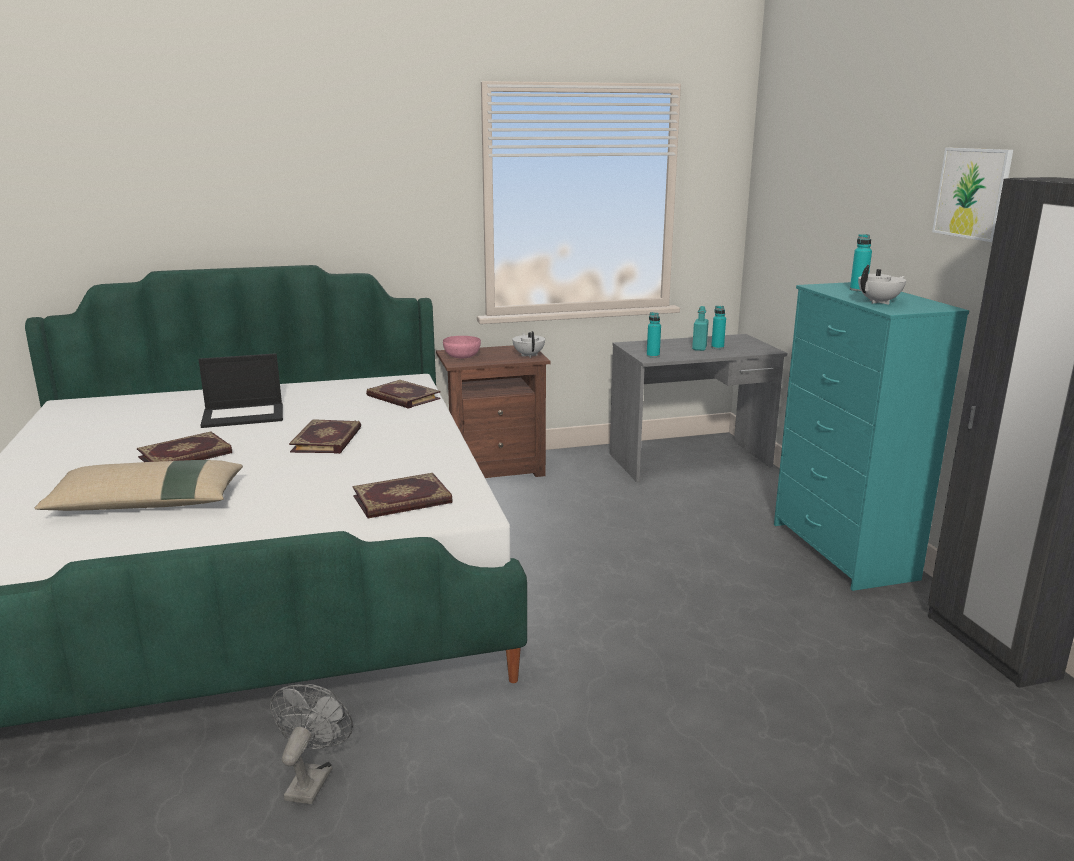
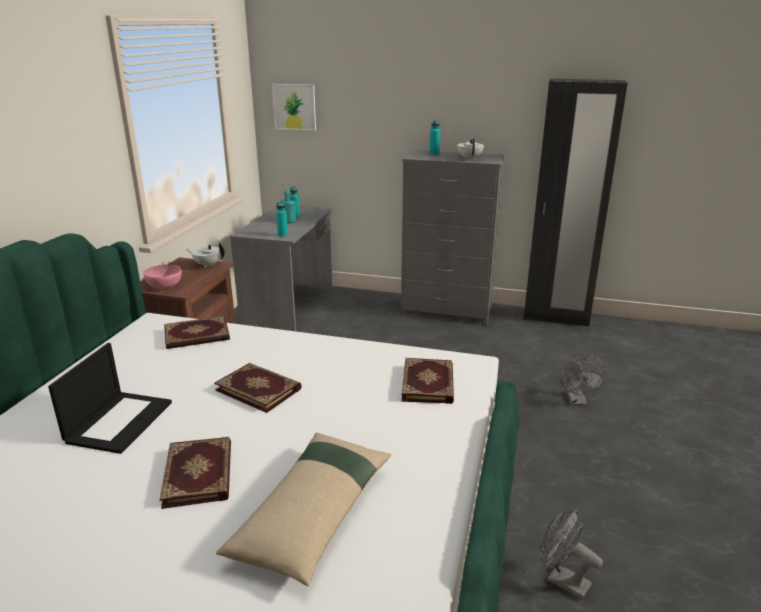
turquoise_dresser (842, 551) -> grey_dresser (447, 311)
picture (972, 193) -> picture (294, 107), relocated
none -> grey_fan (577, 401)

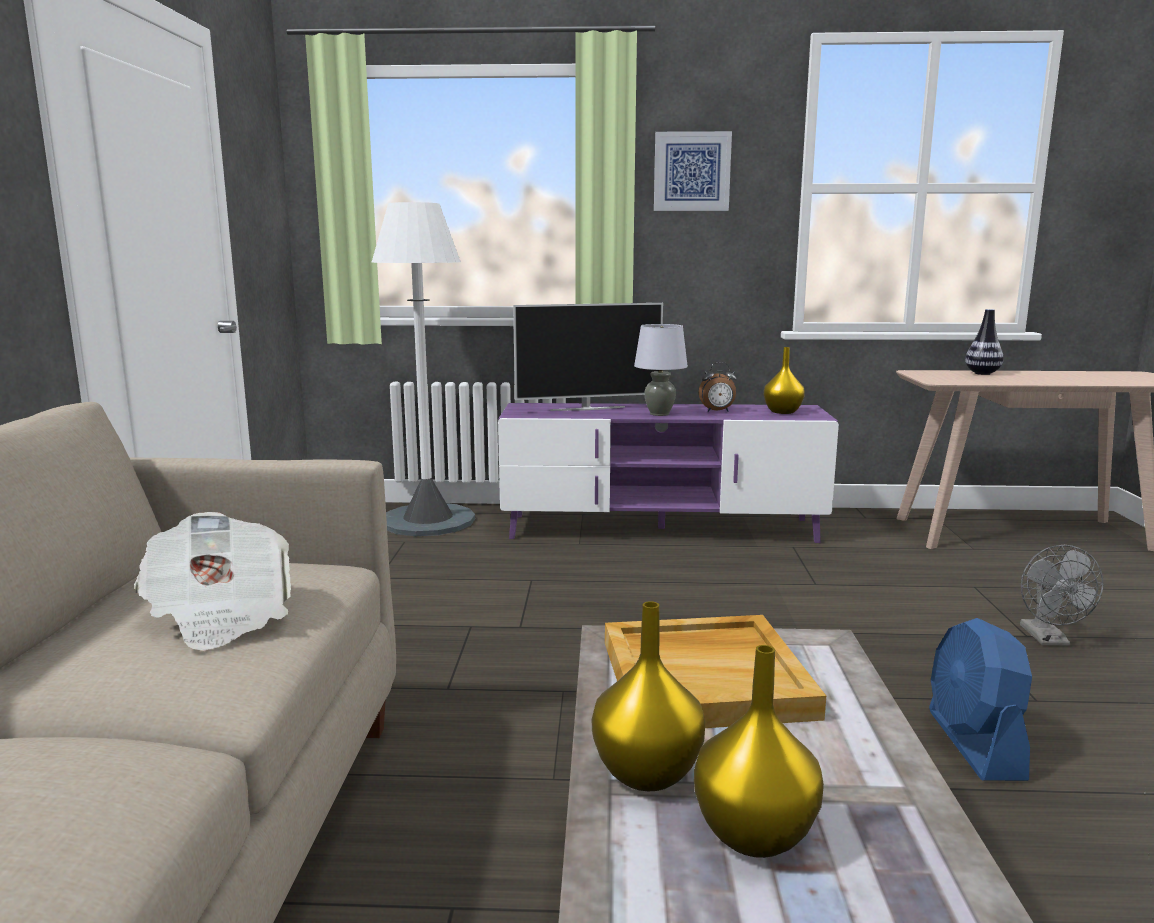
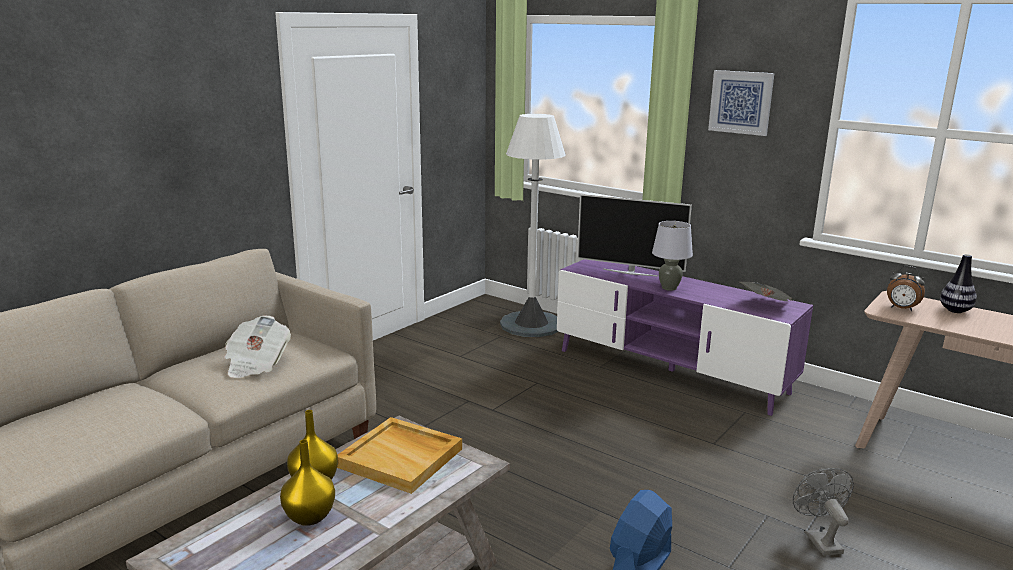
alarm_clock (717, 411) -> alarm_clock (901, 309), relocated
yellow_vase (782, 411) -> newspaper (766, 305)
grey_fan (1048, 639) -> grey_fan (819, 539), 135 degrees clockwise

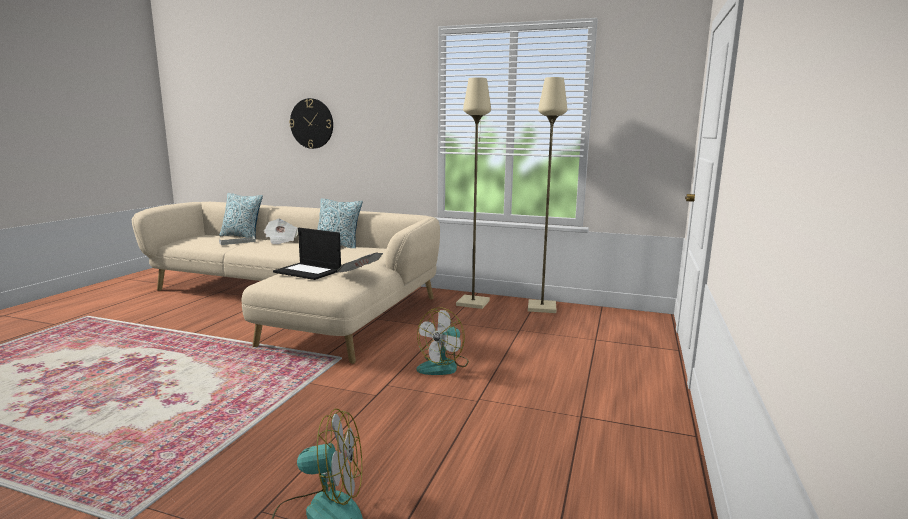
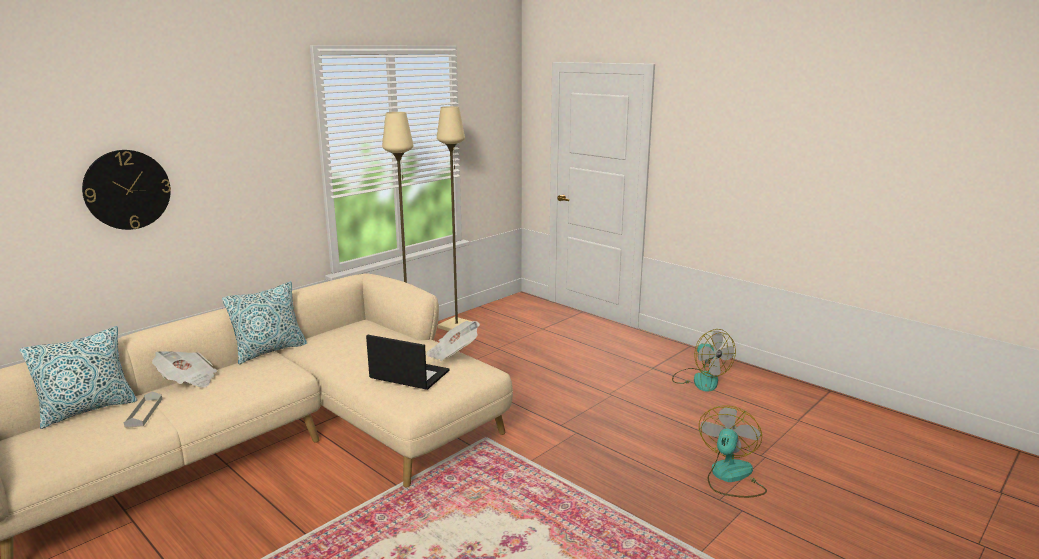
laptop (308, 271) -> laptop (408, 375), 120 degrees counterclockwise
fan (444, 366) -> fan (700, 379), relocated

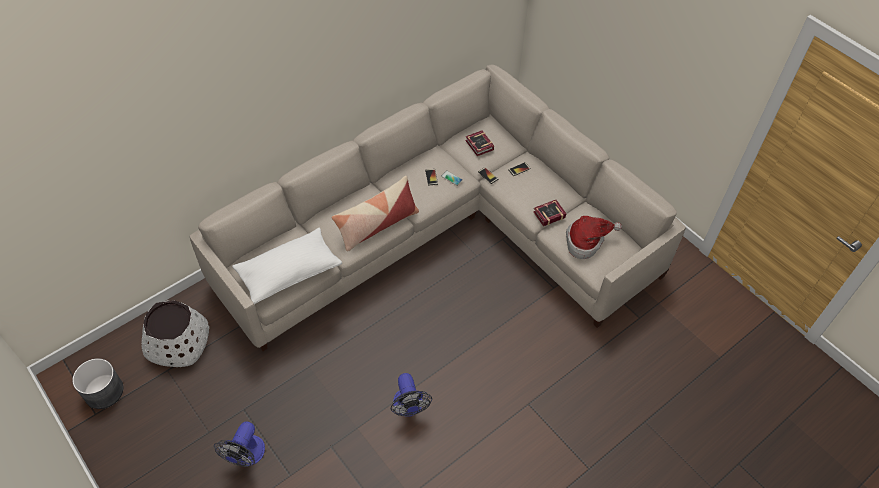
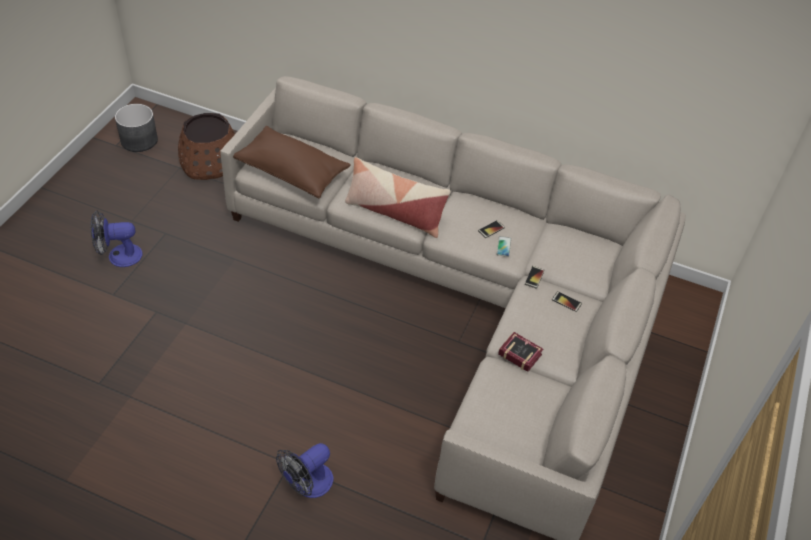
white_planter (178, 342) -> brown_planter (211, 162)
white_pillow (289, 273) -> brown_pillow (292, 172)
fan (409, 408) -> fan (307, 485), relocated
book (479, 146) -> none
hat (586, 241) -> none

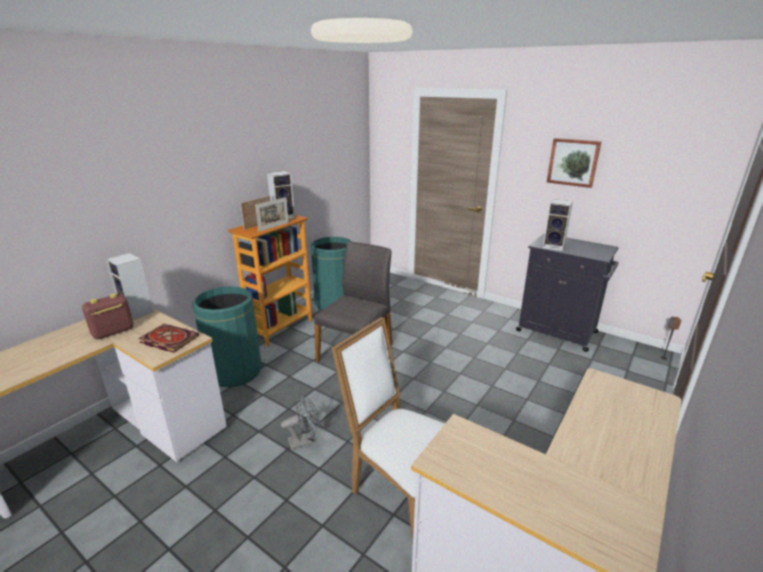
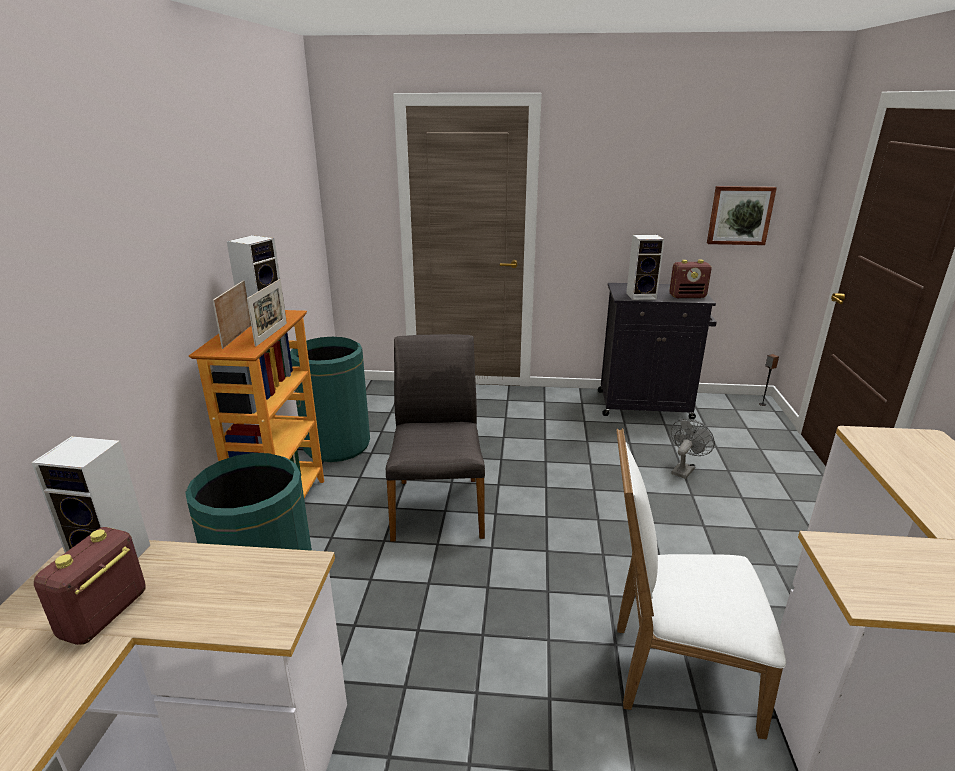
book (167, 340) -> none
grey_fan (305, 440) -> grey_fan (684, 469), relocated
picture (573, 162) -> picture (739, 215), relocated
none -> radio (687, 296)

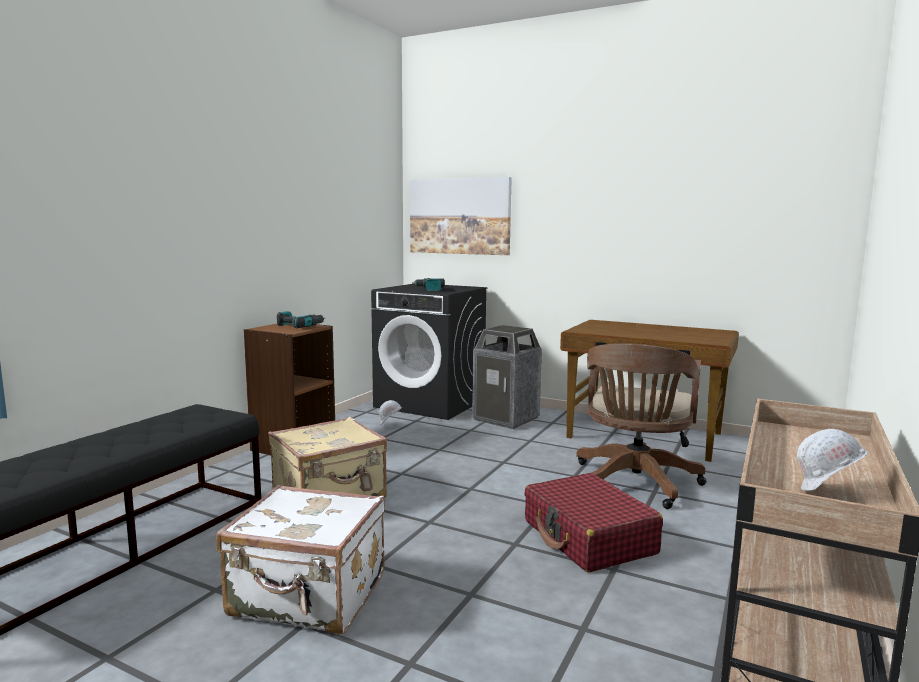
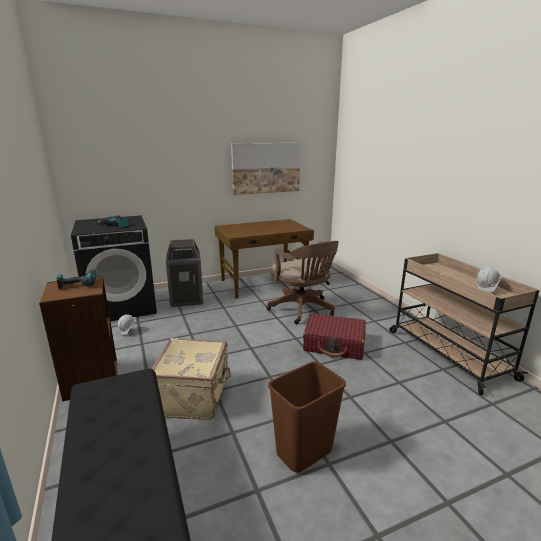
white_suitcase (308, 597) -> brown_trash_can (304, 451)
picture (459, 216) -> picture (266, 168), relocated

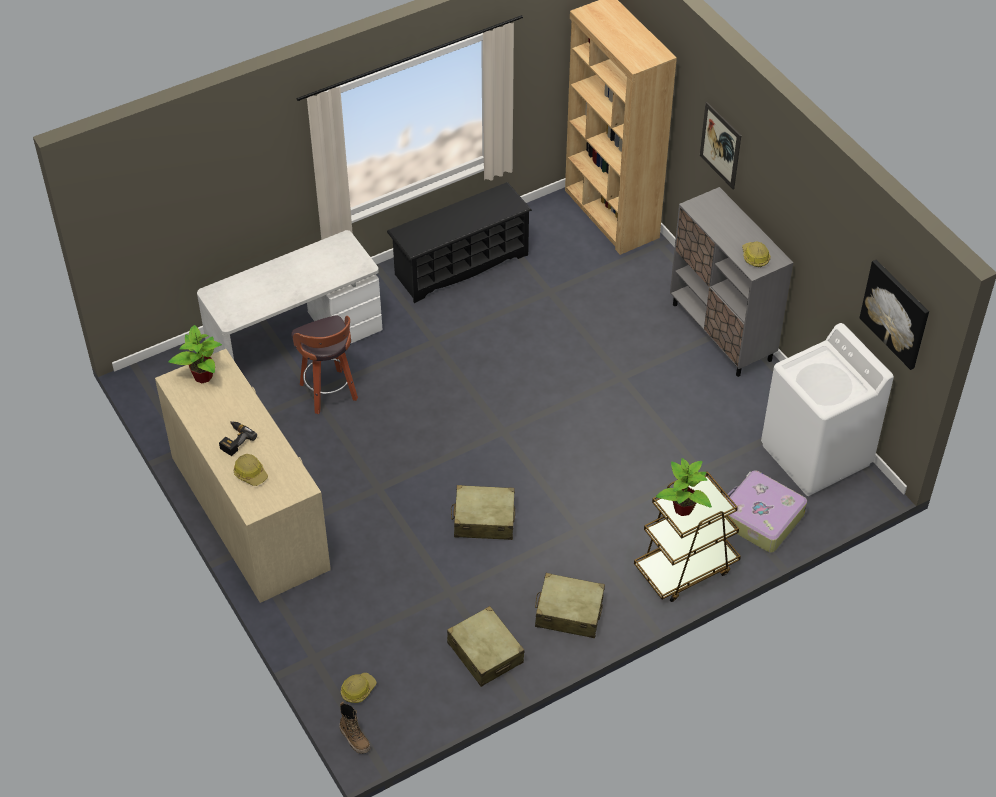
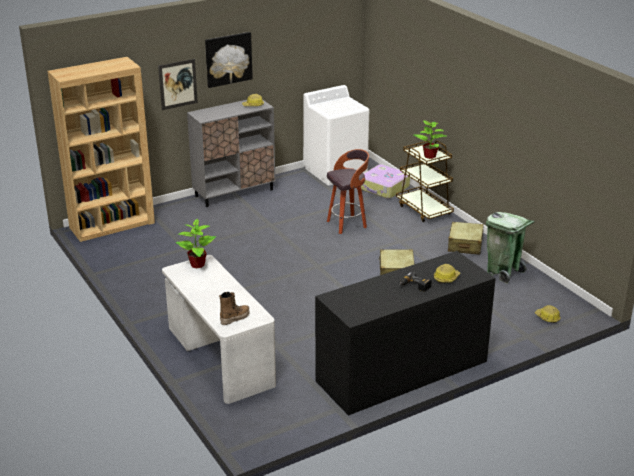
beige_dresser (249, 512) -> black_dresser (402, 371)
potted_plant (202, 376) -> potted_plant (197, 265), relocated
stool (329, 393) -> stool (347, 224), relocated
boot (355, 739) -> boot (235, 318), relocated
black_shoe_rack (461, 264) -> none
beige_suitcase (485, 653) -> green_trash_can (503, 272)
picture (895, 313) -> picture (228, 59), relocated

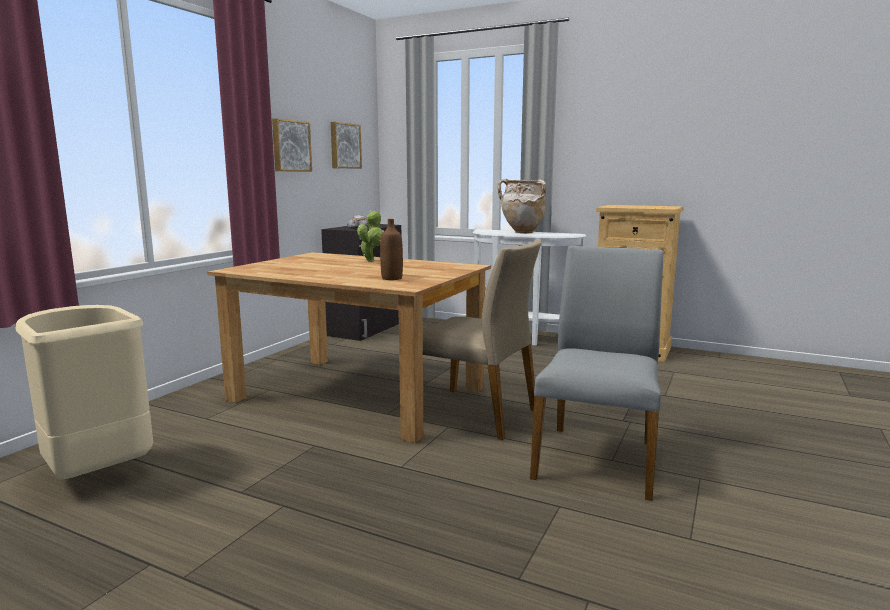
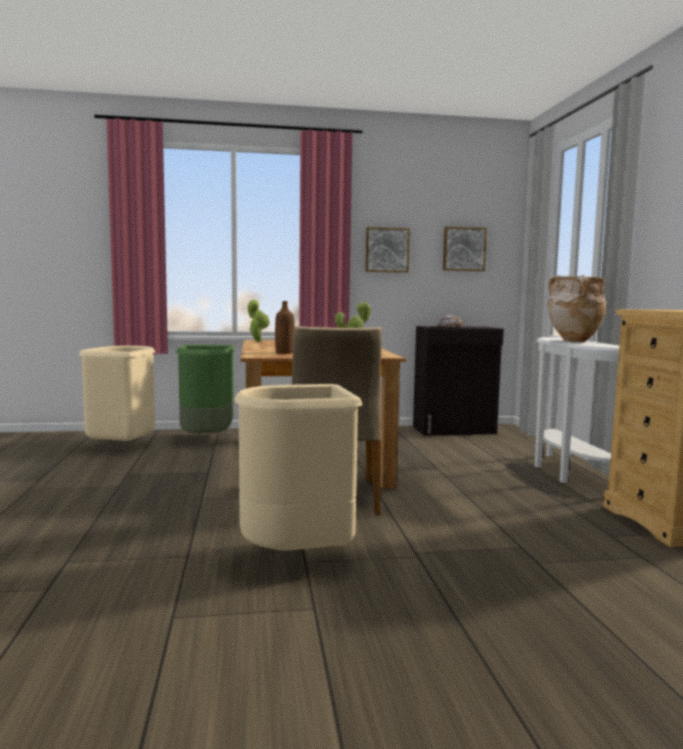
grey_chair (597, 459) -> beige_trash_can (299, 555)
none -> green_trash_can (207, 439)
none -> potted_plant (257, 341)

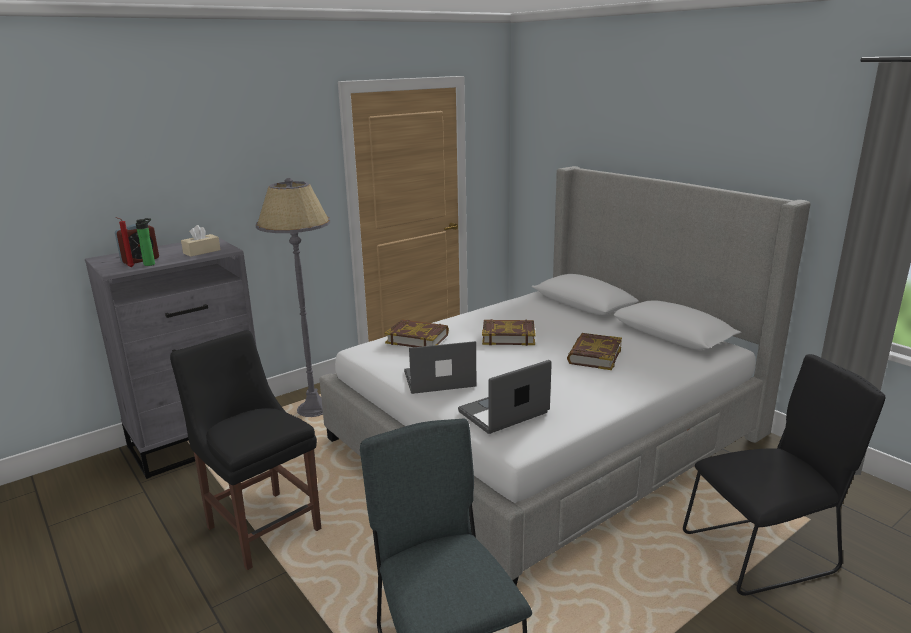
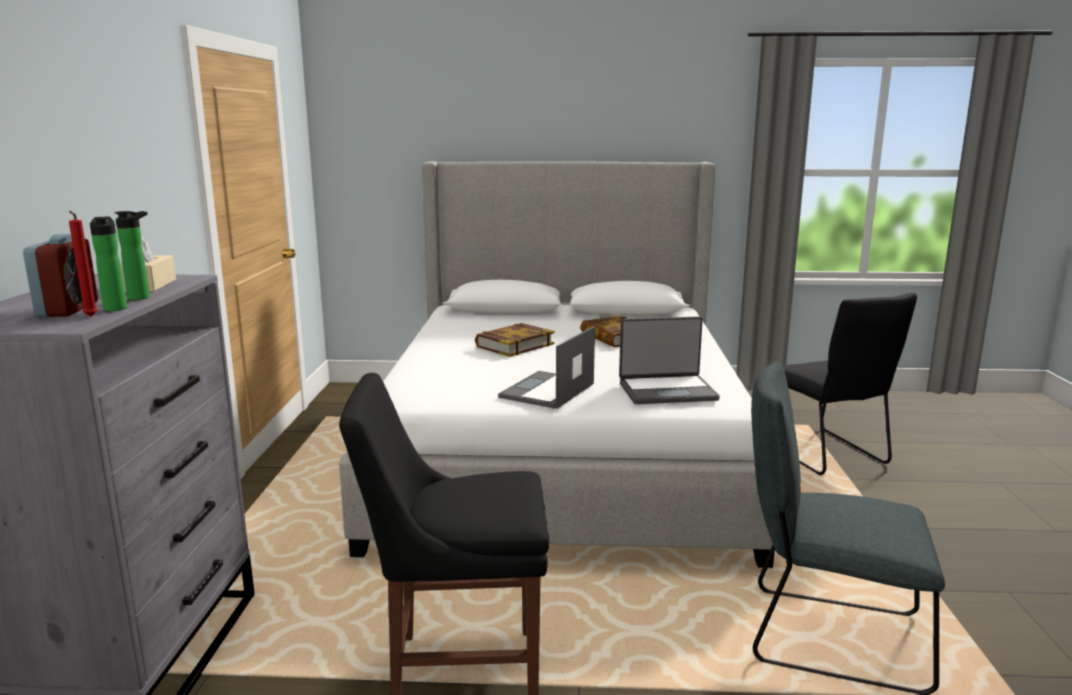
grey_floor_lamp (314, 410) -> none
book (417, 338) -> none
laptop (504, 413) -> laptop (667, 391), 105 degrees counterclockwise
black_chair (764, 552) -> black_chair (825, 454), 135 degrees clockwise
none -> bottle (142, 297)

